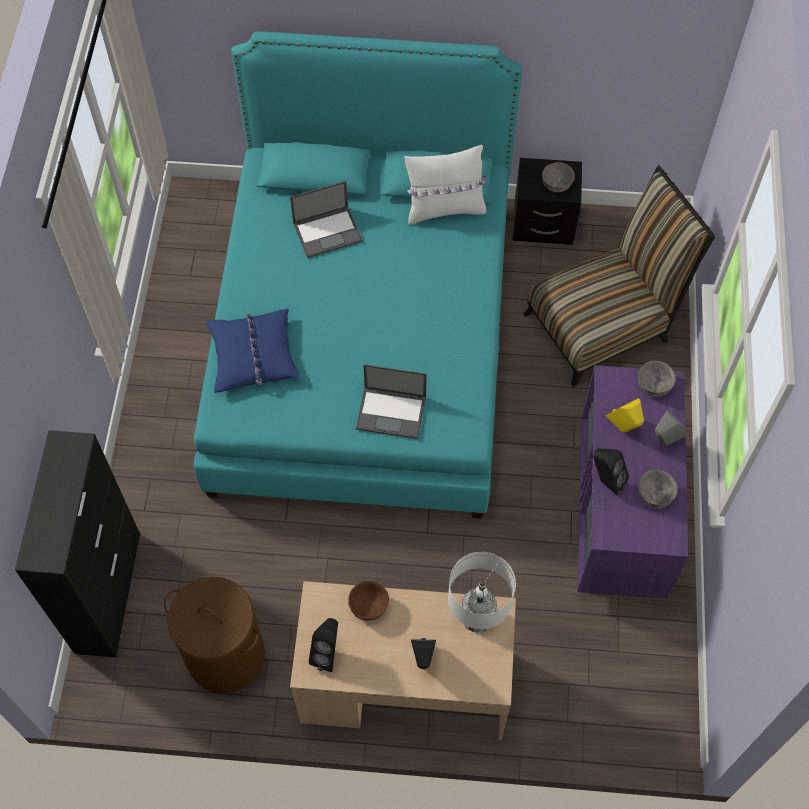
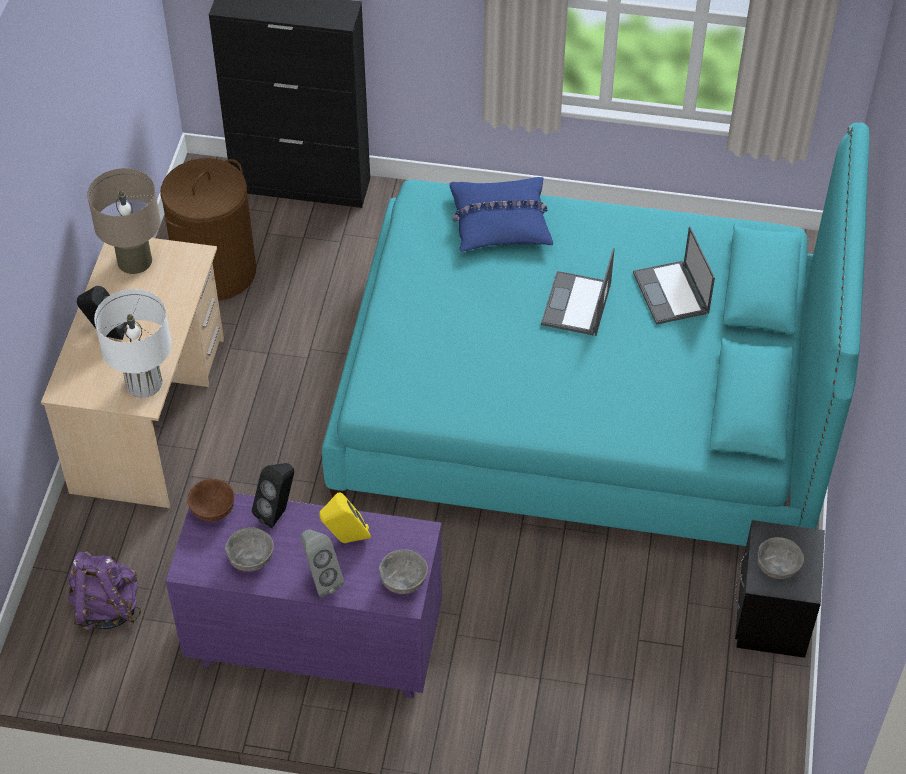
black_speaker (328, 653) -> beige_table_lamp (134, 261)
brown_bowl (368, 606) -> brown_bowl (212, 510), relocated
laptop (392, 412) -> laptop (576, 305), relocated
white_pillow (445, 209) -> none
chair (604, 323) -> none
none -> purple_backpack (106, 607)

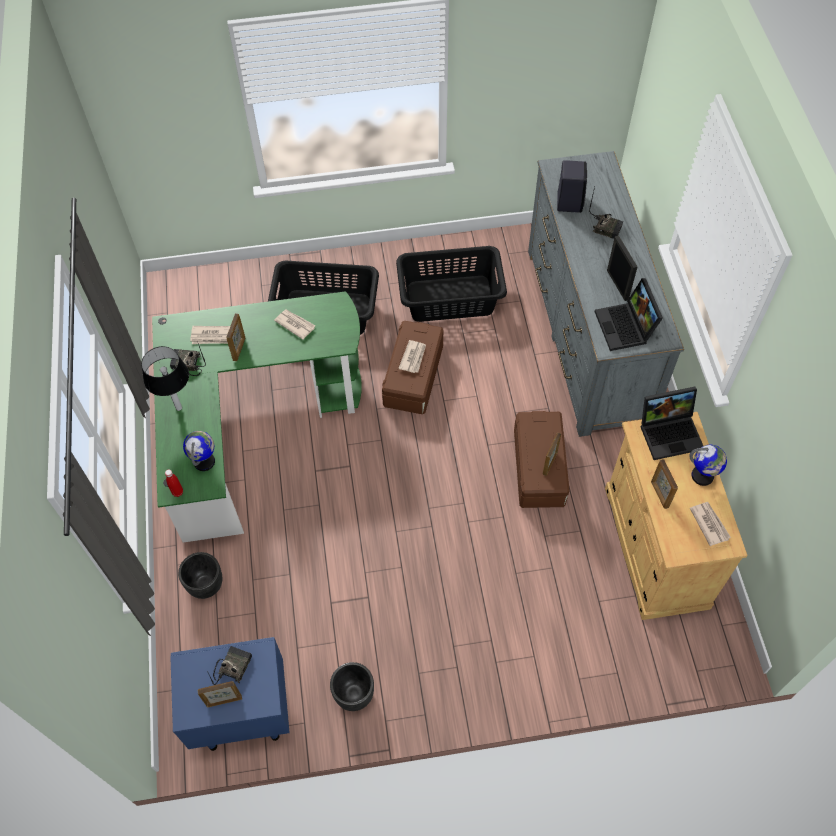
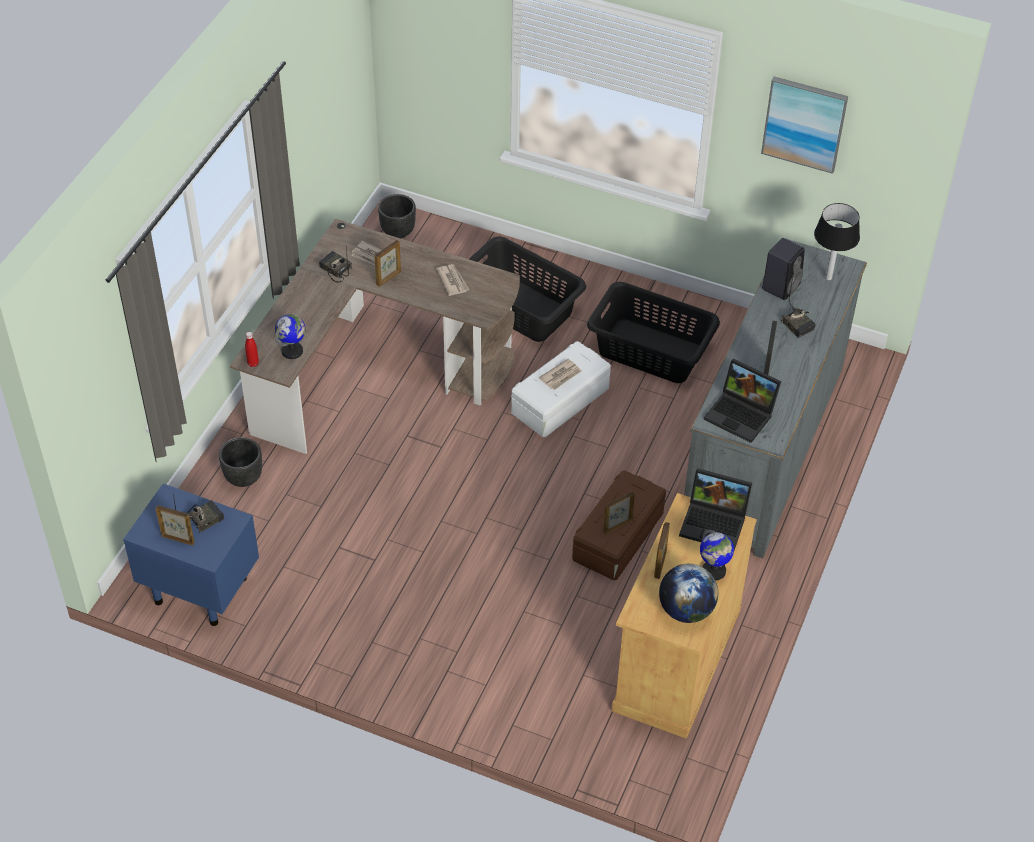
table_lamp (179, 408) -> table_lamp (828, 278), relocated
green_desk (250, 426) -> brown_desk (376, 370)
black_planter (353, 694) -> black_planter (397, 231), relocated
brown_storage_box (414, 376) -> white_storage_box (560, 402)
laptop (626, 327) -> laptop (742, 414), 75 degrees counterclockwise
newspaper (709, 523) -> globe (686, 610)
none -> picture (804, 123)

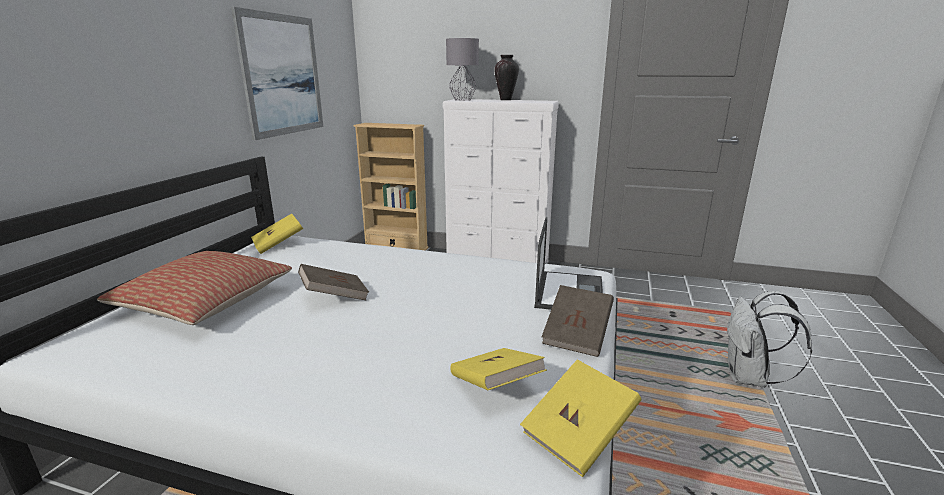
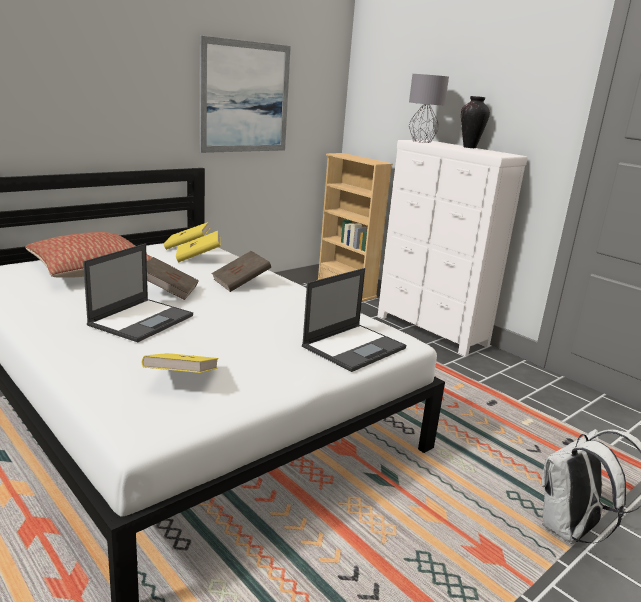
yellow_book (578, 434) -> yellow_book (198, 258), relocated
brown_book (577, 335) -> brown_book (241, 283), relocated
none -> laptop (142, 320)

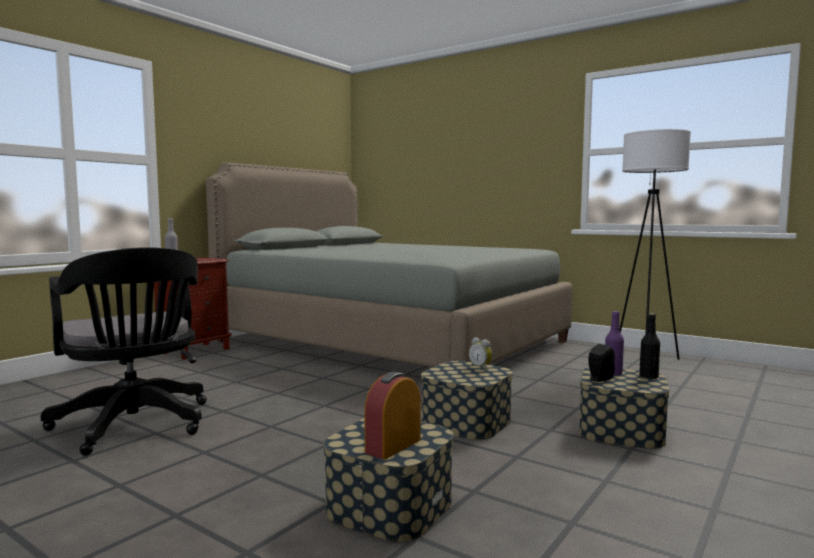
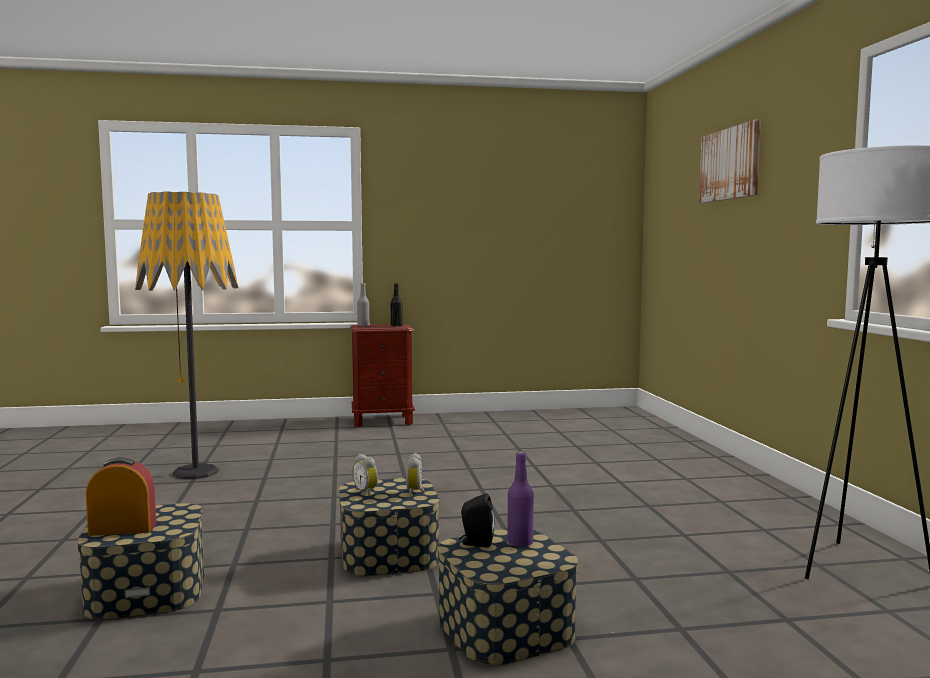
black_office_chair (135, 426) -> floor_lamp (195, 473)
grey_bed (391, 341) -> none
black_bottle (648, 377) -> black_bottle (396, 326), relocated
none -> alarm_clock (367, 492)
none -> picture (730, 164)

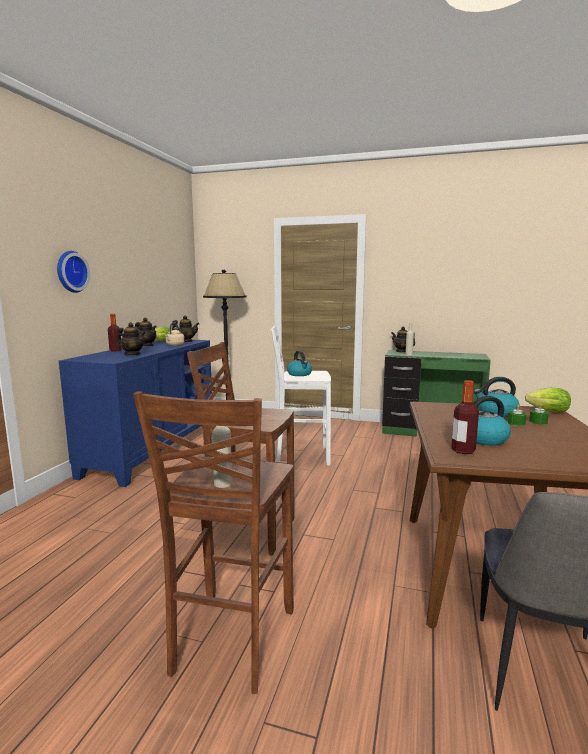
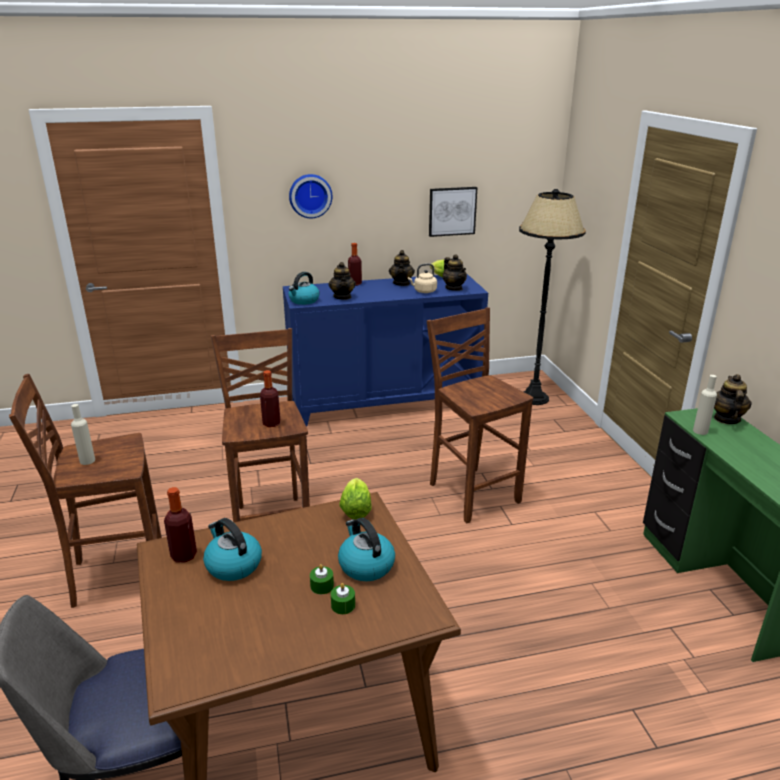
white_stool (300, 456) -> brown_stool (472, 492)
kettle (299, 374) -> kettle (304, 301), relocated
lettuce (545, 411) -> lettuce (356, 508), relocated
none -> bottle (271, 423)
none -> picture (452, 211)

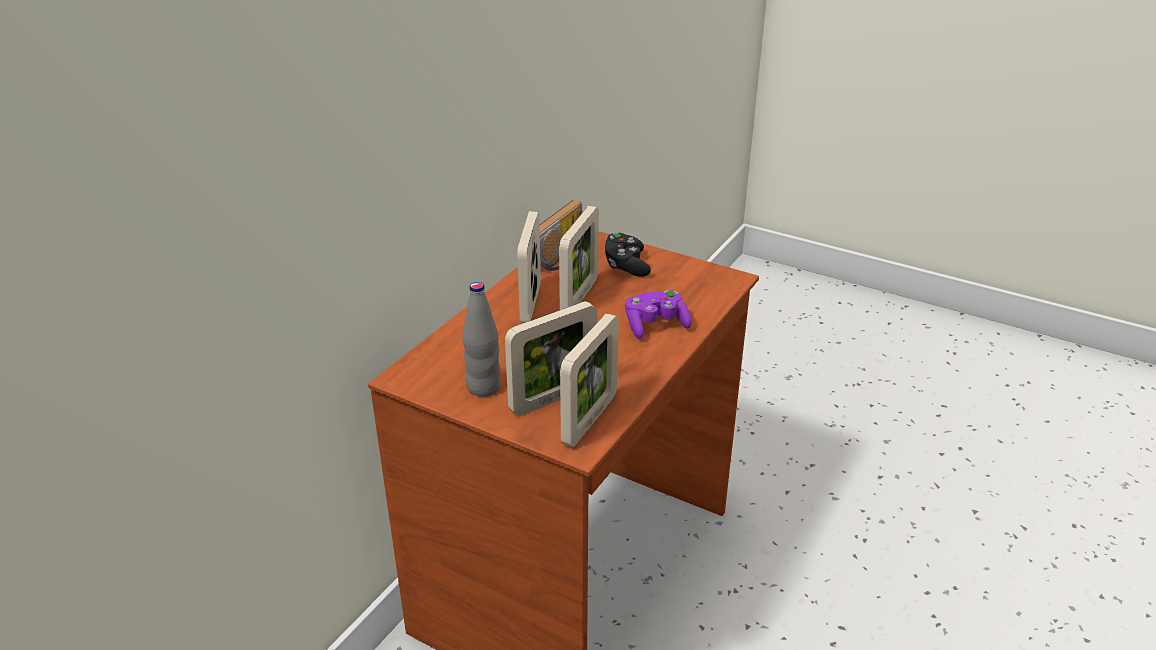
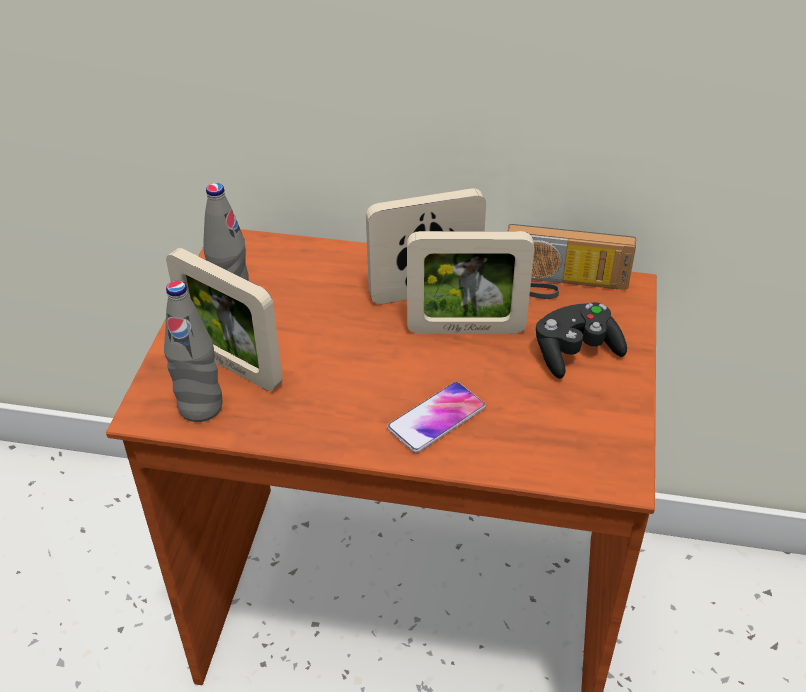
picture_frame (589, 420) -> grey_bottle (200, 407)
purple_game_controller (655, 325) -> phone (436, 418)

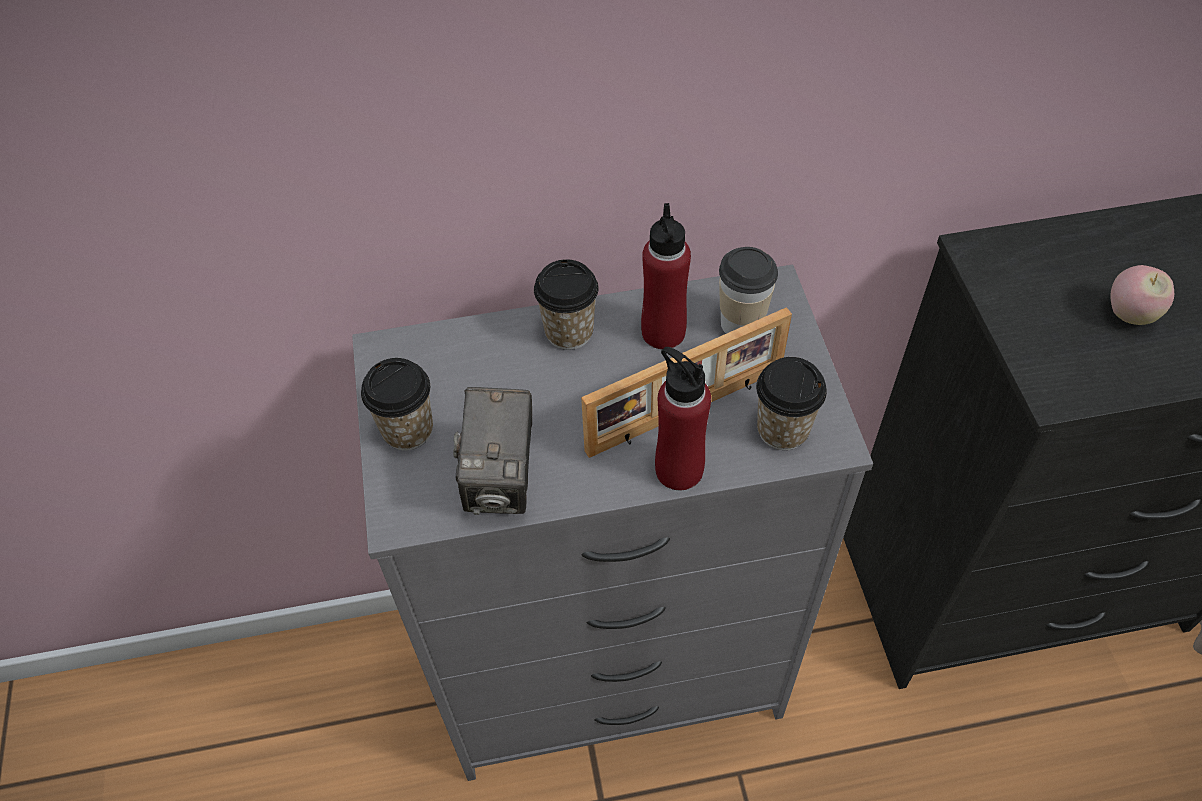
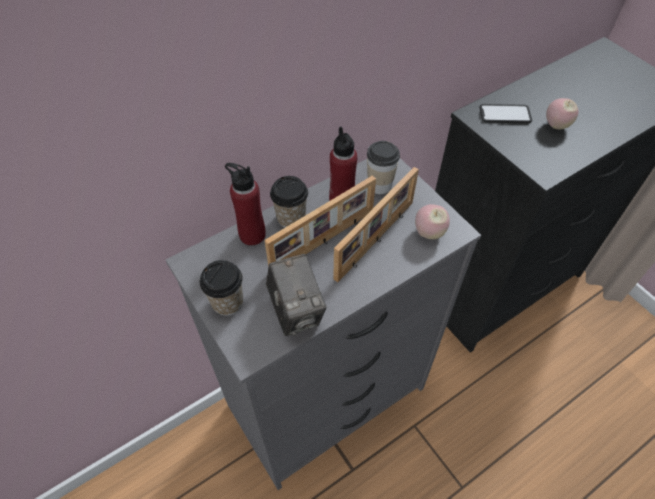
red_bottle (679, 469) -> red_bottle (252, 235), relocated
cup (782, 430) -> apple (429, 233)
none -> picture_frame (324, 242)
none -> phone (505, 114)

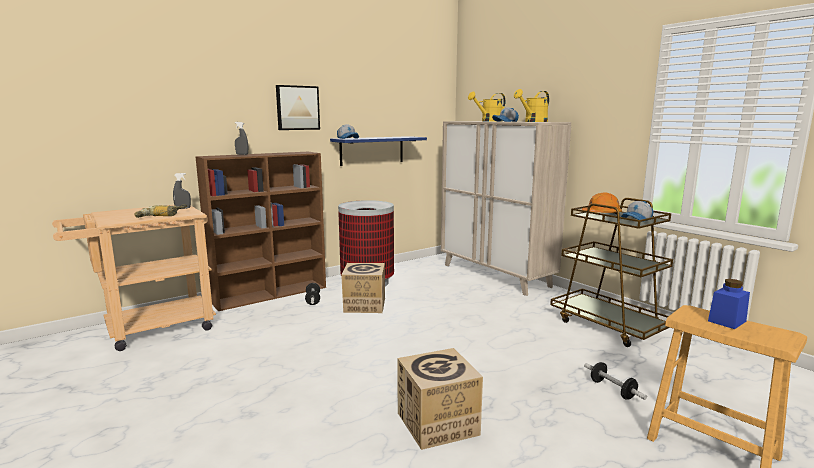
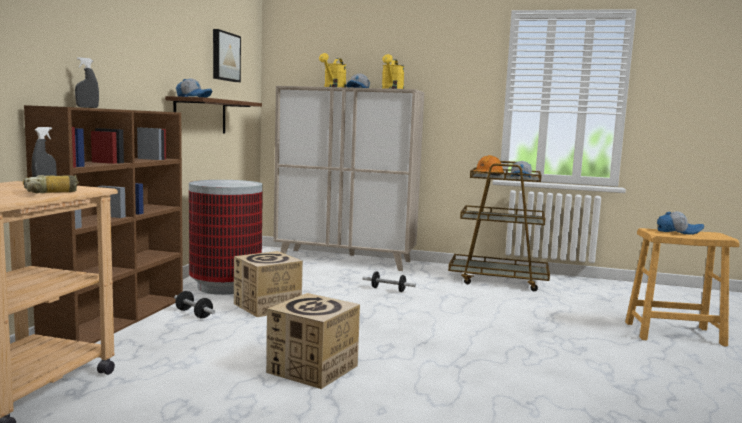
picture (297, 108) -> picture (224, 56), relocated
blue_shelf (372, 150) -> brown_shelf (200, 116)
cardboard_box (437, 423) -> cardboard_box (312, 369), relocated
dumbbell (612, 390) -> dumbbell (388, 289), relocated
blue_jar (727, 321) -> cap (678, 232)

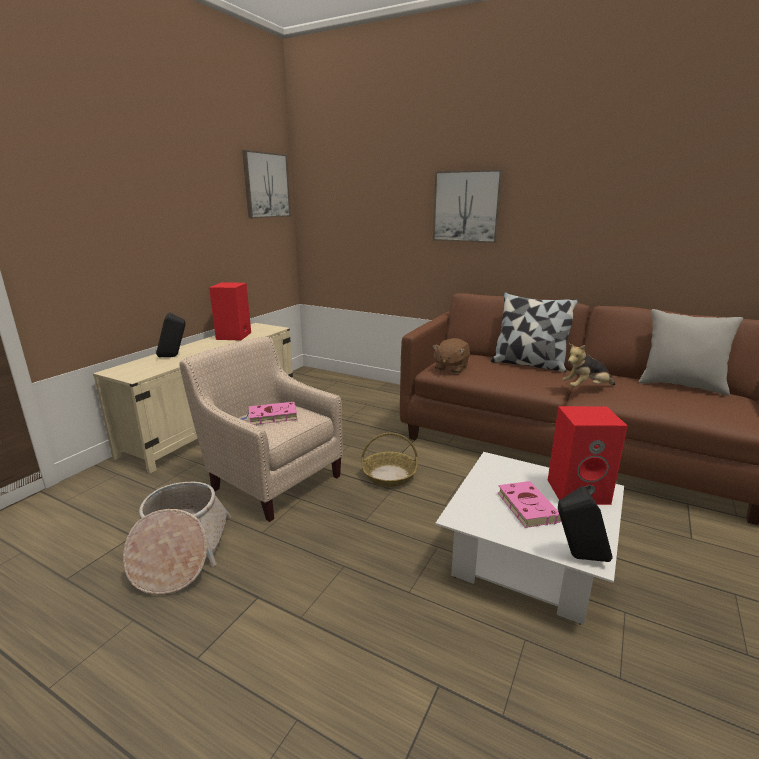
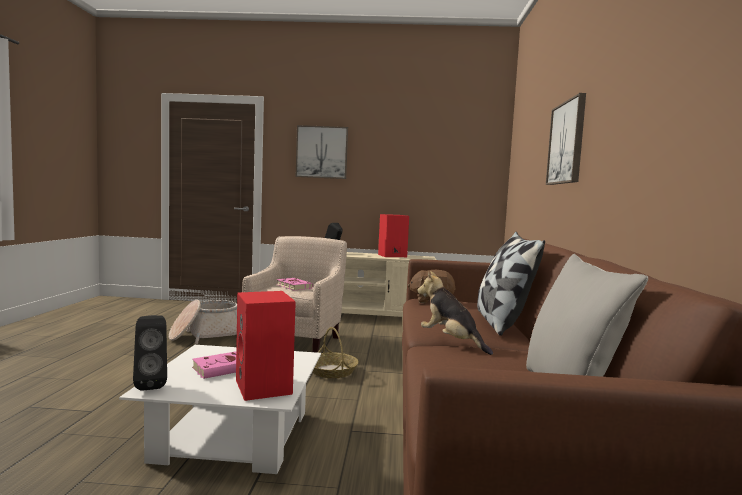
picture (266, 185) -> picture (322, 152), relocated

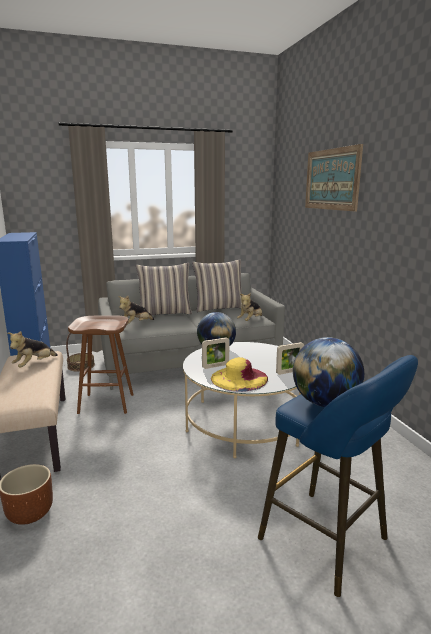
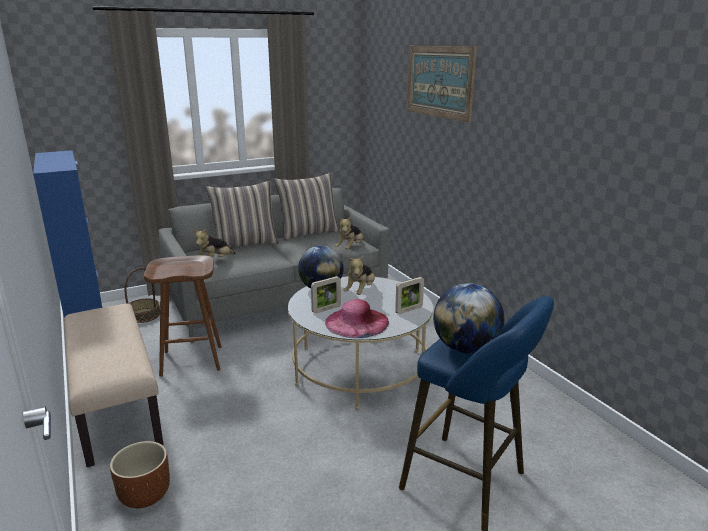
plush_toy (34, 365) -> plush_toy (360, 291), relocated
yellow_hat (239, 378) -> pink_hat (357, 322)

